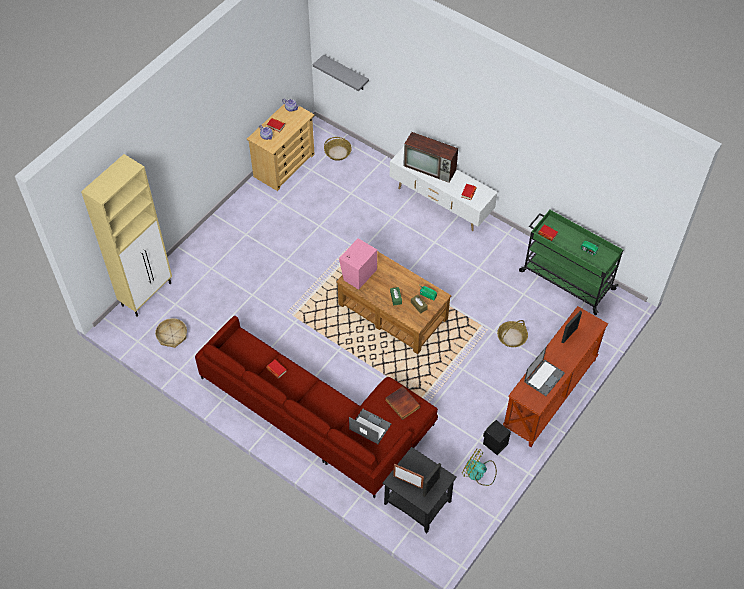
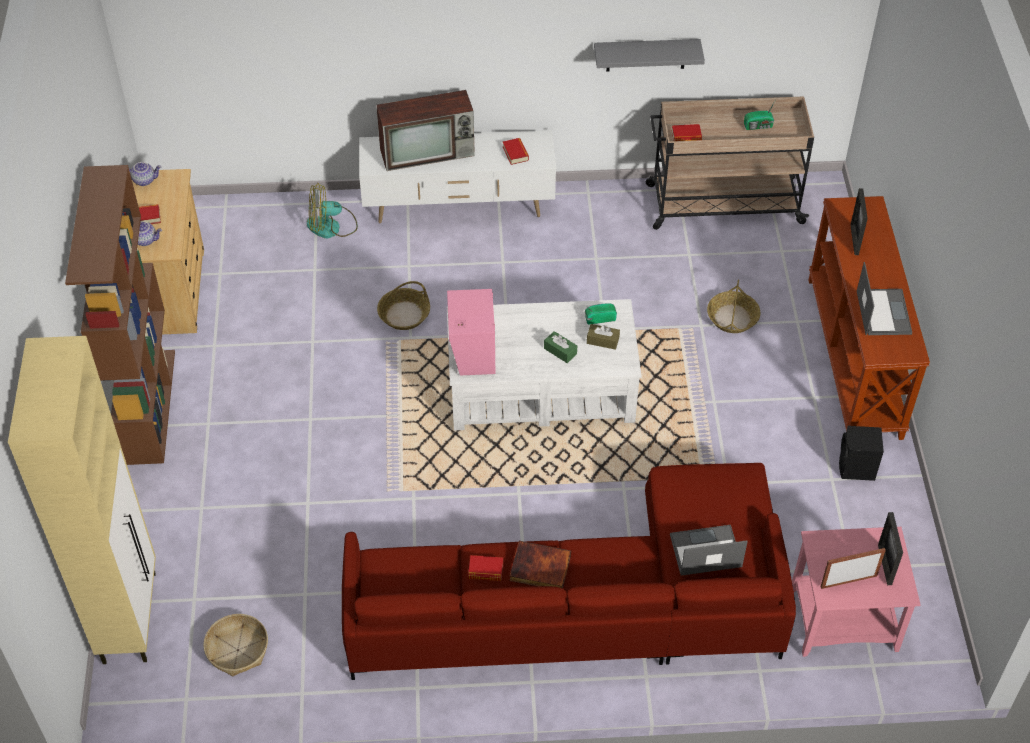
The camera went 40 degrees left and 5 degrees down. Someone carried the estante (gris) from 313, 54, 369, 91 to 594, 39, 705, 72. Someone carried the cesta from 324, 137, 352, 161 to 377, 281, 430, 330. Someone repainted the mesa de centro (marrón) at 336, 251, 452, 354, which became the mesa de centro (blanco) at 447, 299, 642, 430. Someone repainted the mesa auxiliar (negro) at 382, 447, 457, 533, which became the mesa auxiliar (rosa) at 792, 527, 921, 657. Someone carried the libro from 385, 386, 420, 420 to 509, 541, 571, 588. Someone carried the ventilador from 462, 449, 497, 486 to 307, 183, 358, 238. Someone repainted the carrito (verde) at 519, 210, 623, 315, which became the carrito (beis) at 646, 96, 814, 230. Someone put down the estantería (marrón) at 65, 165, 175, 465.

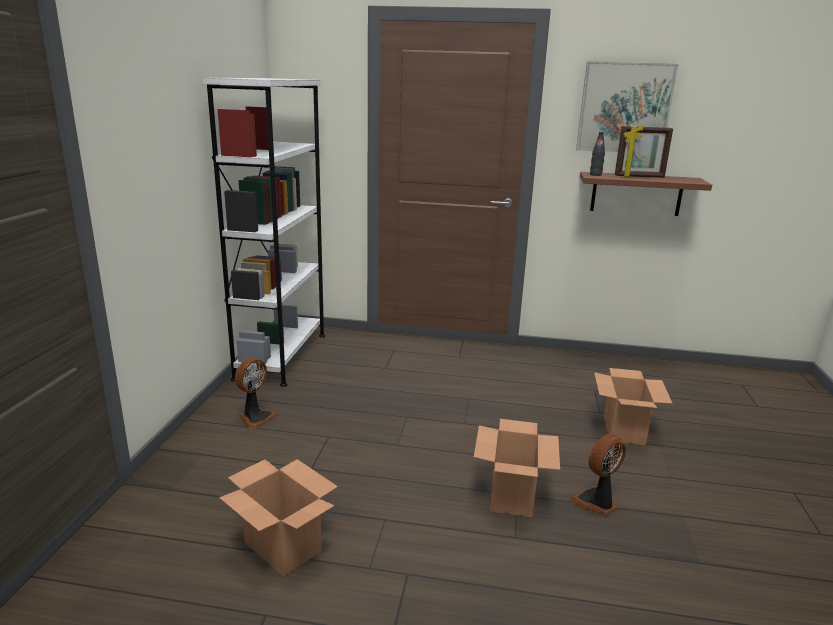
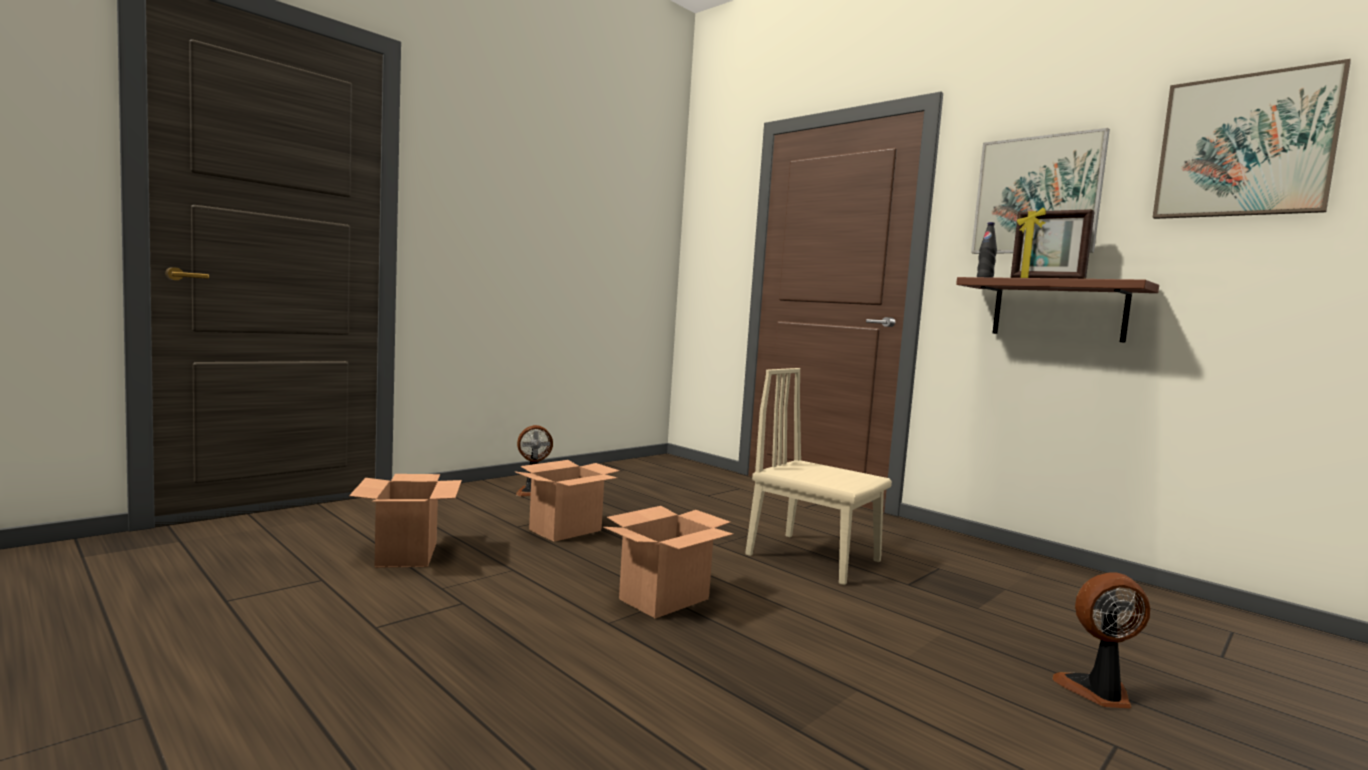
The camera went 35 degrees right and 15 degrees down. Someone took away the estantería (blanco) at 202, 78, 325, 387. Someone carried the ventilador from 571, 434, 626, 515 to 1053, 573, 1150, 708. Someone carried the caja de cartón from 594, 368, 673, 445 to 514, 460, 620, 542. Someone put down the silla (beis) at 745, 368, 892, 585. Someone put up the cuadro at 1153, 59, 1351, 219.

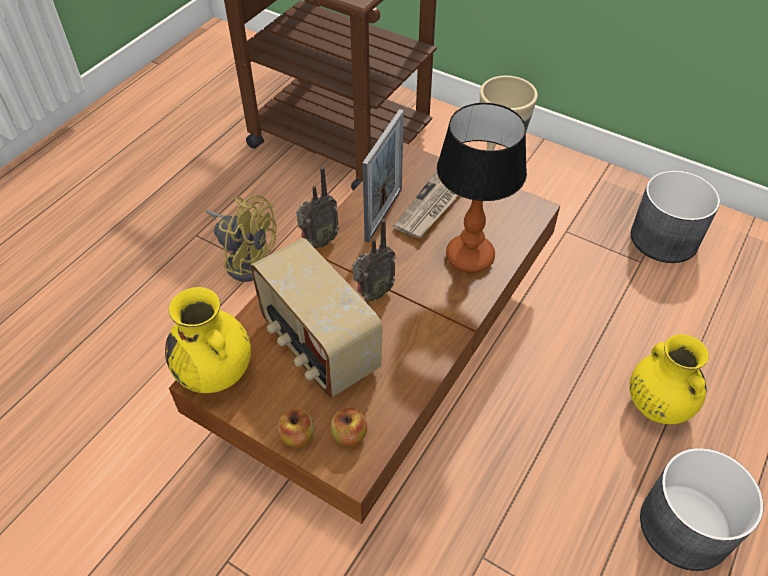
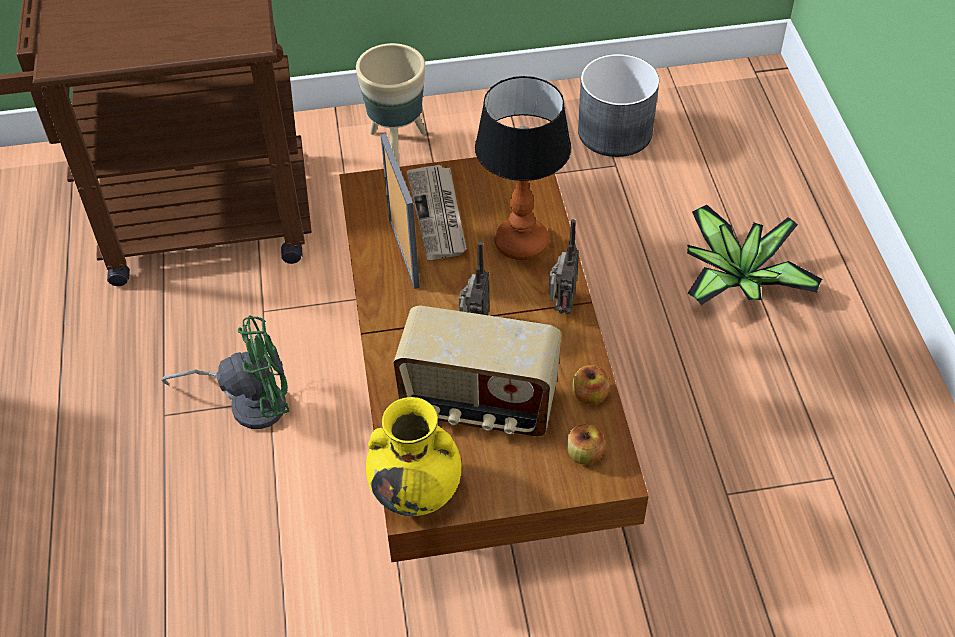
The camera went 40 degrees left and 0 degrees up. Someone repainted the ventilador (amarillo) at 206, 195, 277, 282, which became the ventilador (verde) at 161, 316, 290, 429. Someone carried the manzana from 278, 408, 315, 448 to 573, 365, 610, 405. Someone carried the radio from 296, 166, 339, 248 to 549, 219, 579, 315. Someone swapped the florero (amarillo) at 629, 334, 709, 424 for the planta en maceta at 687, 205, 822, 305. Someone took away the maceta (gris) at 640, 448, 764, 571.

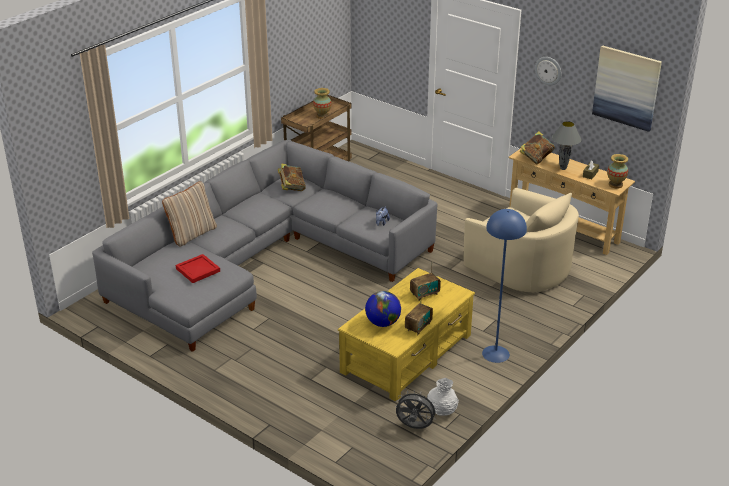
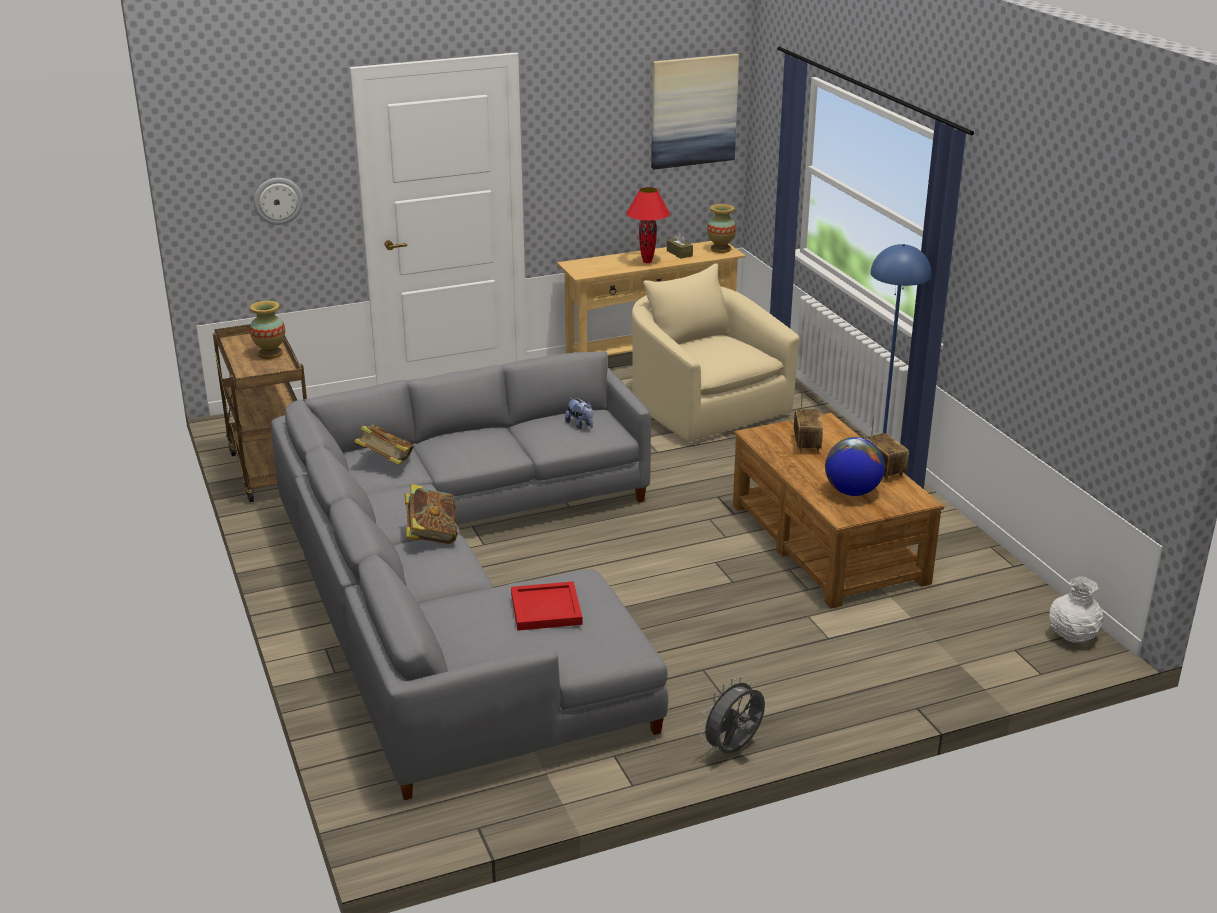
The camera went 60 degrees left and 5 degrees down. Someone took away the cojín (beis) at 162, 181, 217, 247. Someone repainted the mesa de centro (amarillo) at 338, 268, 475, 401, which became the mesa de centro (marrón) at 733, 413, 944, 609. Someone carried the ventilador (gris) from 396, 390, 438, 429 to 699, 677, 765, 754. Someone carried the florero (blanco) from 428, 378, 459, 416 to 1049, 576, 1103, 643. Someone rotated the sillón (beis) at 463, 188, 579, 292 by 105 degrees counterclockwise. Someone carried the libro from 520, 131, 555, 164 to 405, 484, 457, 544. Someone carried the reloj de pared from 535, 57, 561, 85 to 254, 178, 303, 225. Someone repainted the lámpara de mesa (gris) at 552, 121, 582, 170, which became the lámpara de mesa (rojo) at 626, 187, 670, 263.

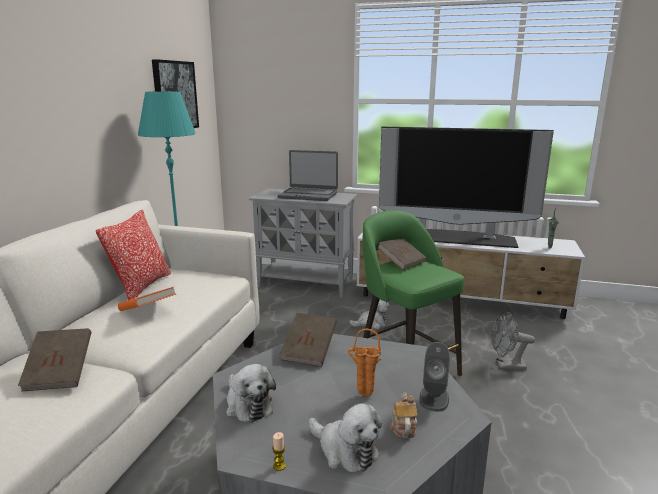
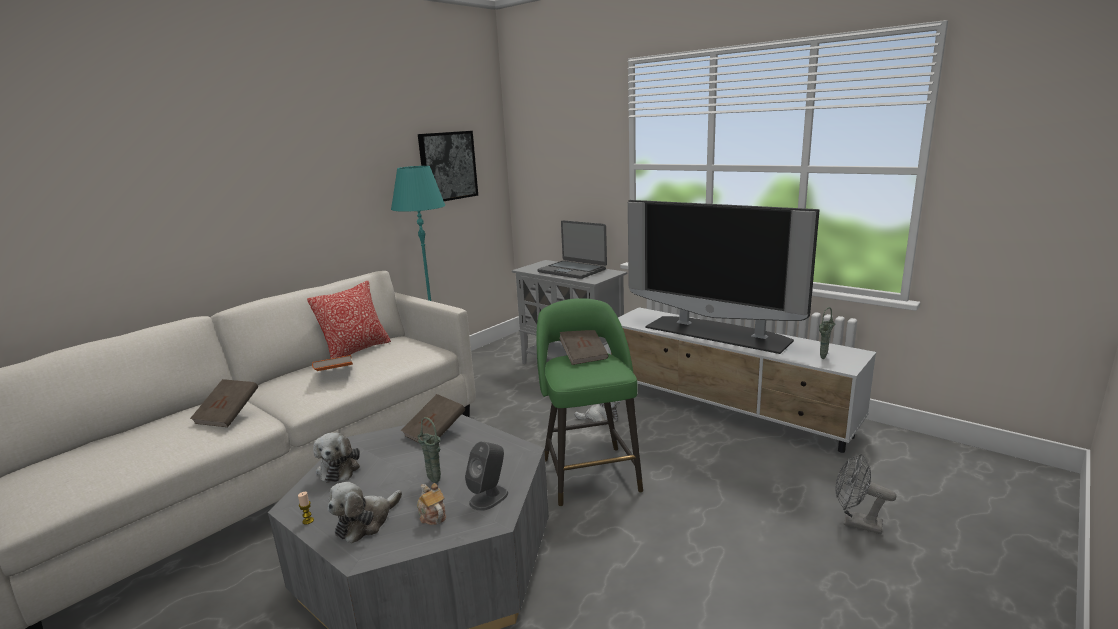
The camera went 25 degrees right and 0 degrees up. Someone rotated the peluche at 309, 403, 382, 473 by 60 degrees clockwise. Someone repainted the florero (naranja) at 348, 329, 381, 397, which became the florero (verde) at 418, 417, 441, 483. Someone rotated the tetera at 390, 392, 417, 438 by 60 degrees counterclockwise. Someone carried the ventilador (gris) from 491, 312, 535, 370 to 835, 454, 896, 534.

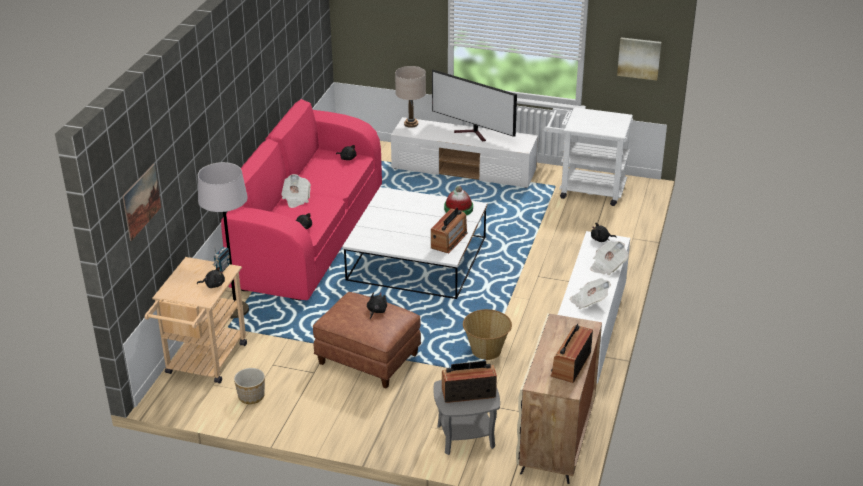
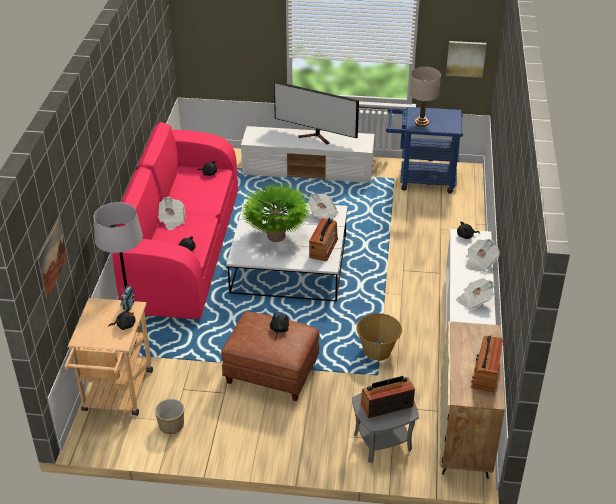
The camera went 10 degrees left and 5 degrees up. Someone carried the lámpara de mesa (beis) from 395, 66, 426, 128 to 409, 67, 441, 127. Someone swapped the sombrero at 444, 186, 473, 215 for the periódico at 308, 193, 338, 219. Someone repainted the carrito (blanco) at 544, 107, 633, 206, which became the carrito (azul) at 386, 107, 463, 194. Someone put down the planta en maceta at 241, 182, 309, 242.

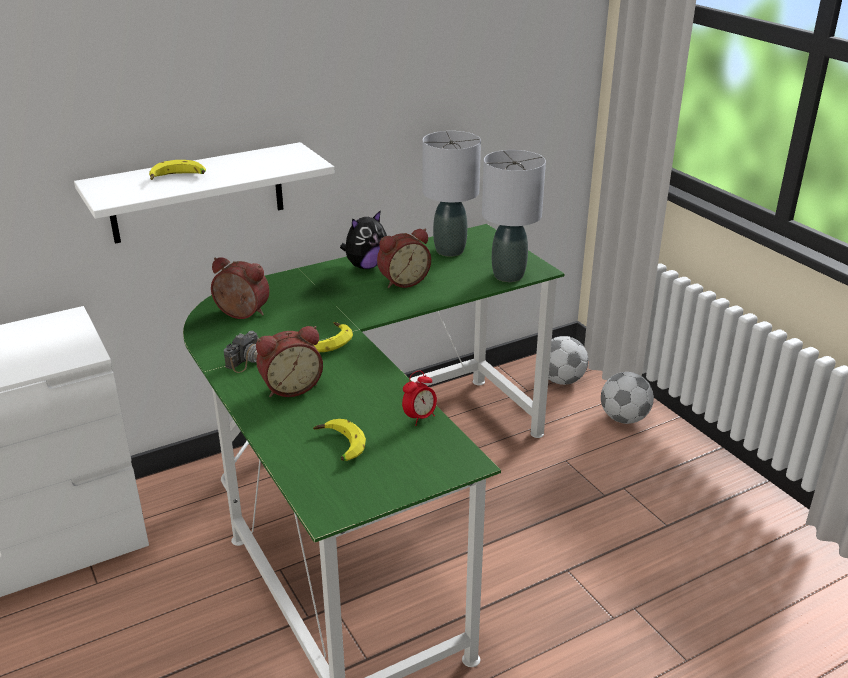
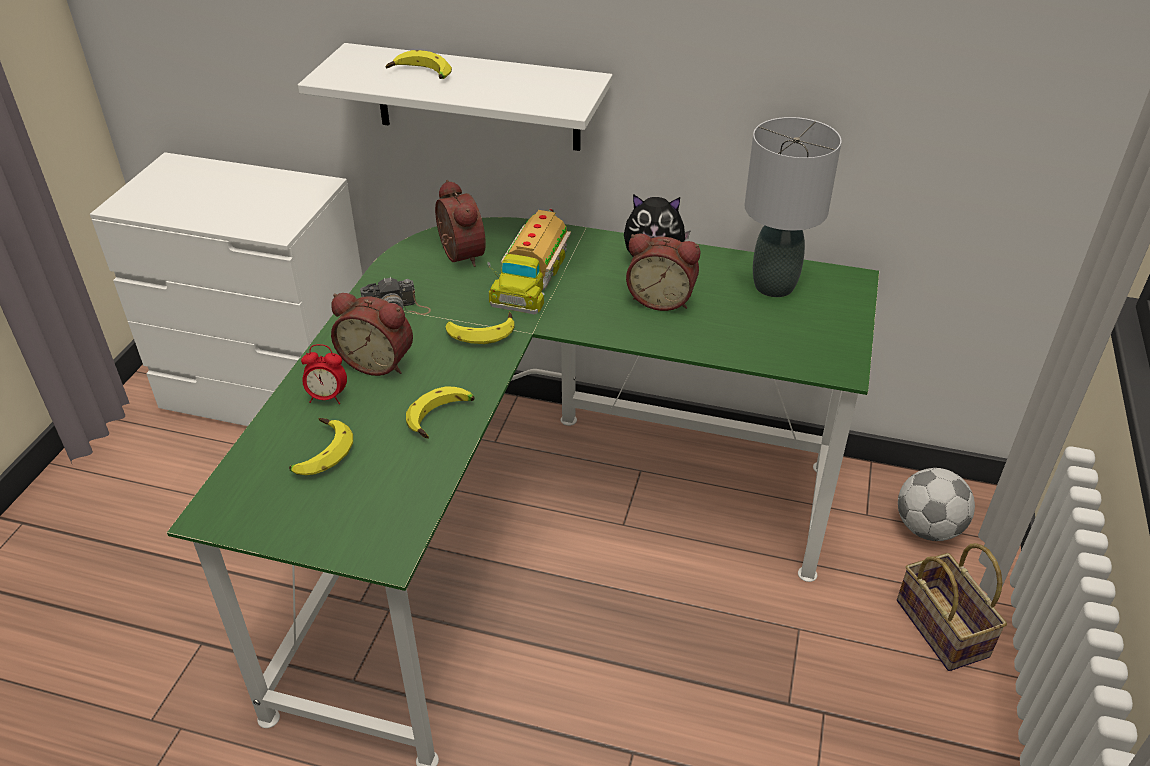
The camera went 45 degrees right and 10 degrees up. Someone carried the despertador from 402, 370, 437, 426 to 301, 344, 347, 404. Someone took away the lámpara de mesa (gris) at 482, 150, 546, 282. Someone swapped the balón de fútbol at 601, 372, 654, 424 for the cesta at 897, 543, 1007, 671. Someone put down the plátano at 406, 386, 475, 439. Someone put down the camión de juguete at 487, 208, 571, 314.

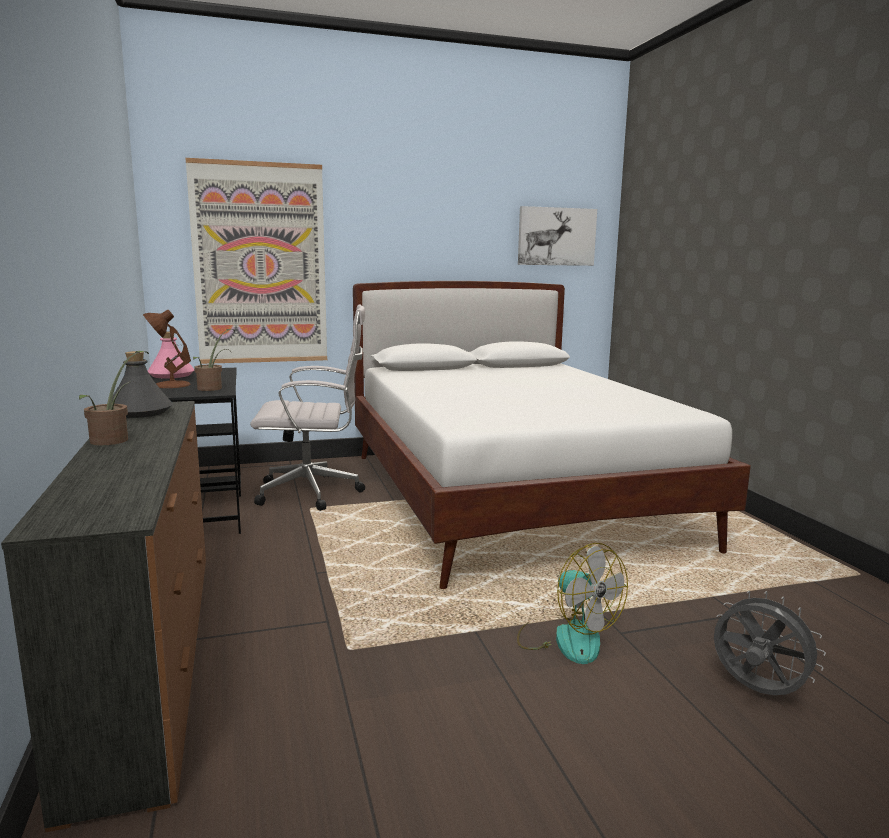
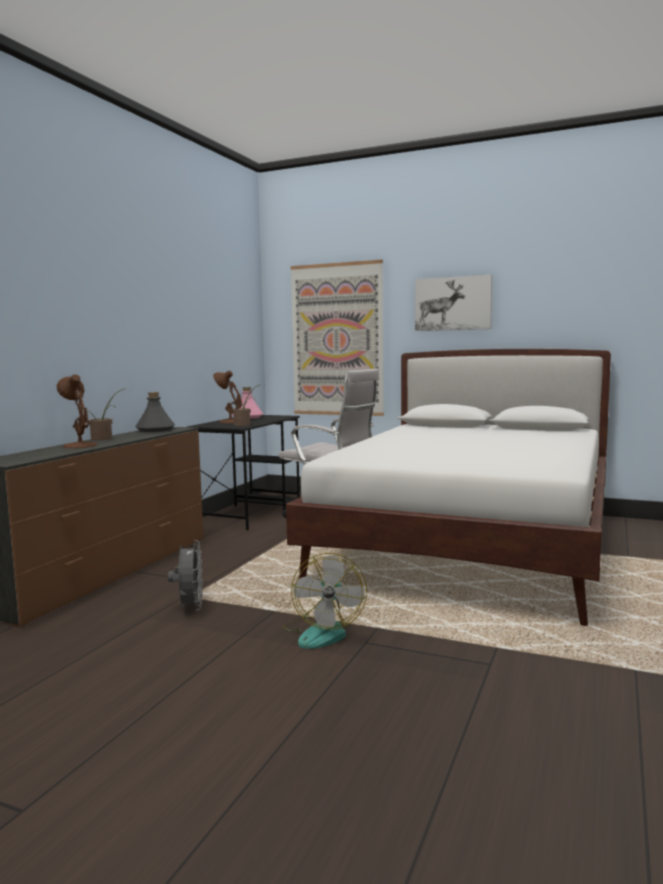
The camera went 40 degrees right and 5 degrees down. Someone carried the cuadro from 518, 206, 597, 266 to 415, 275, 492, 331. Someone carried the ventilador (gris) from 714, 591, 826, 695 to 168, 540, 203, 611. Someone put down the lámpara de mesa (marrón) at 57, 374, 97, 448.

